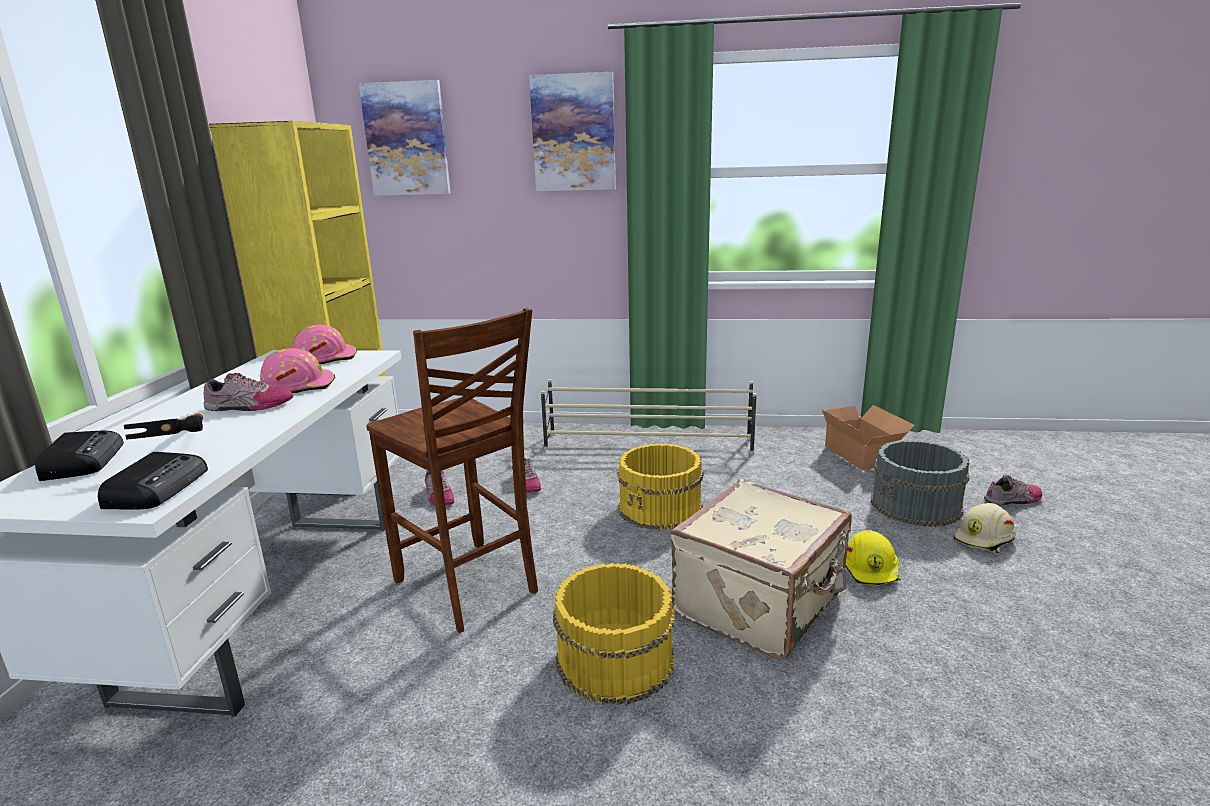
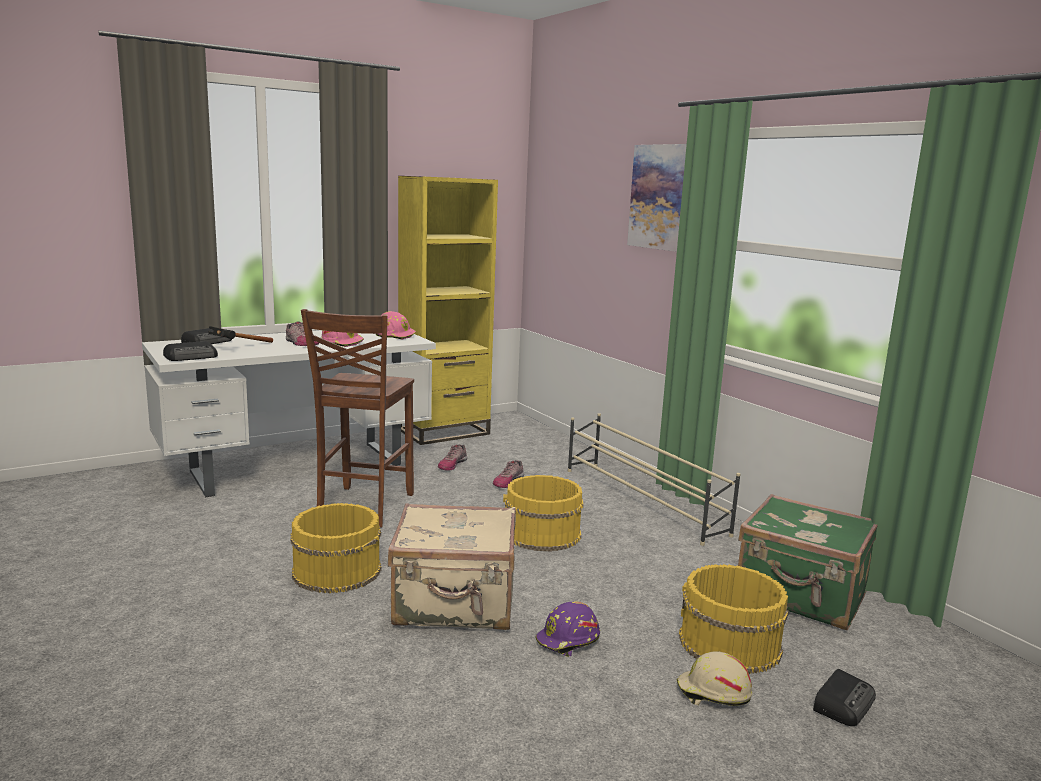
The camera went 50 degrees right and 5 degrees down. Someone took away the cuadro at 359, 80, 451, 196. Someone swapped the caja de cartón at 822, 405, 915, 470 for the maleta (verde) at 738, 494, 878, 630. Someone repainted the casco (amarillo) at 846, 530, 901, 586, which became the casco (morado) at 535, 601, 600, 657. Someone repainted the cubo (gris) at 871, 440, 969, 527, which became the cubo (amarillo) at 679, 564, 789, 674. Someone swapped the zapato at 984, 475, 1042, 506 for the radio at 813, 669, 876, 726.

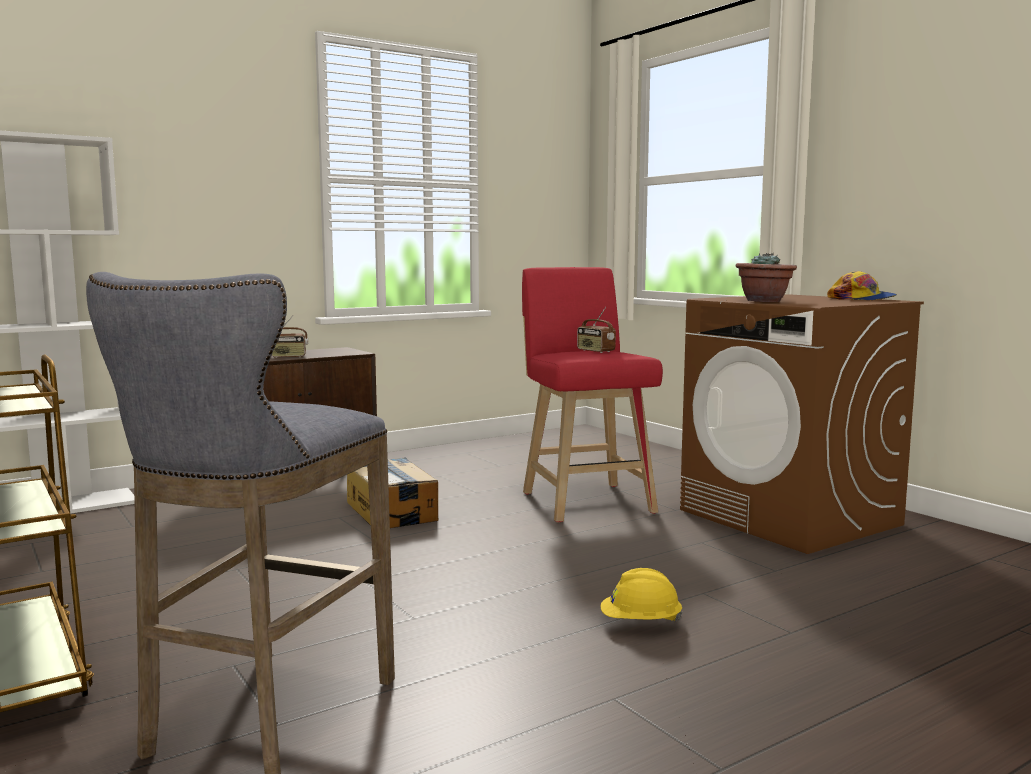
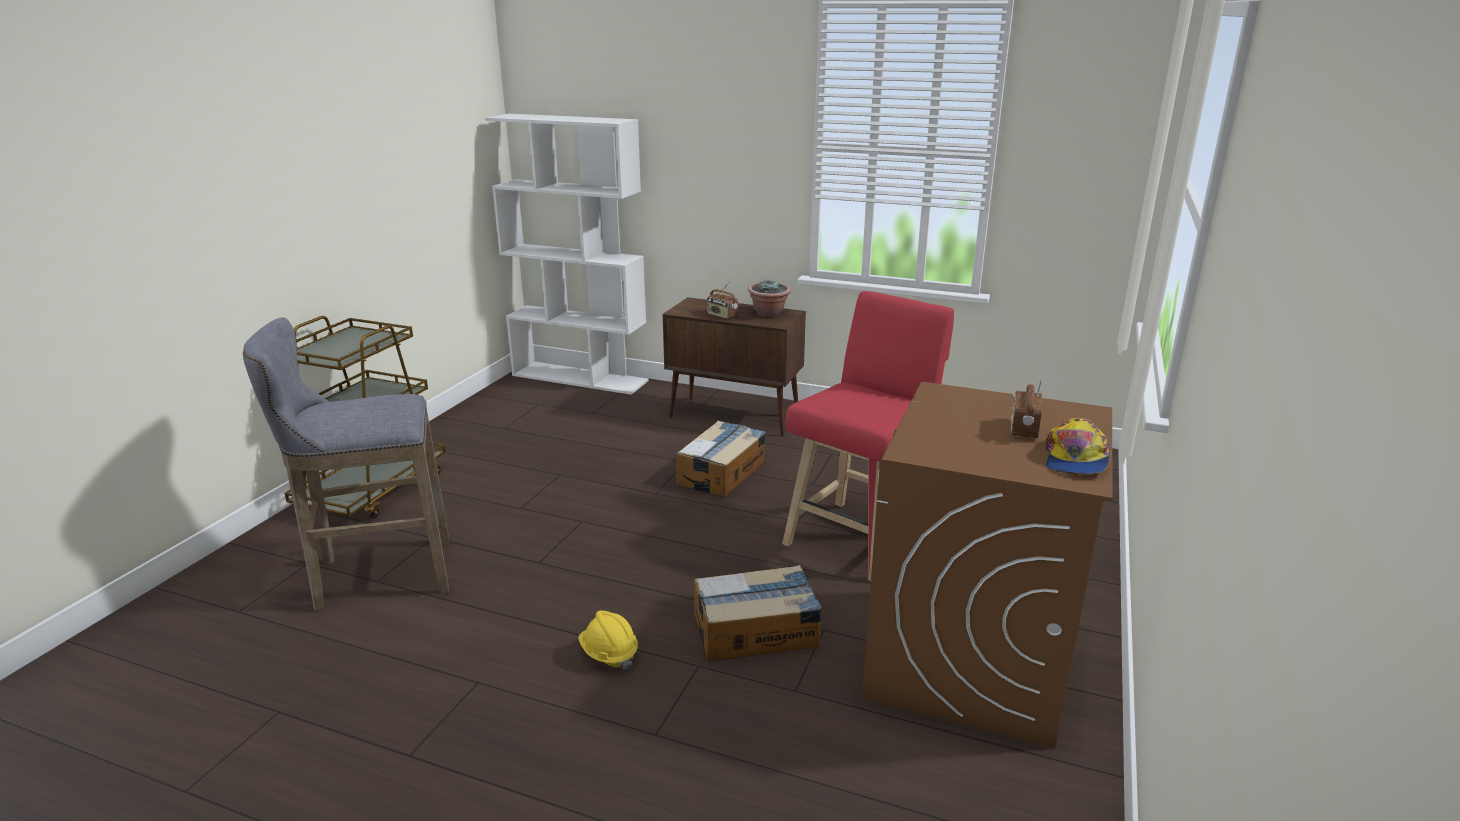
The camera went 55 degrees right and 15 degrees up. Someone carried the radio from 577, 307, 616, 353 to 1011, 378, 1042, 438. Someone carried the planta en maceta from 736, 253, 797, 302 to 748, 279, 791, 317. Someone put down the caja de cartón at 694, 565, 822, 661.

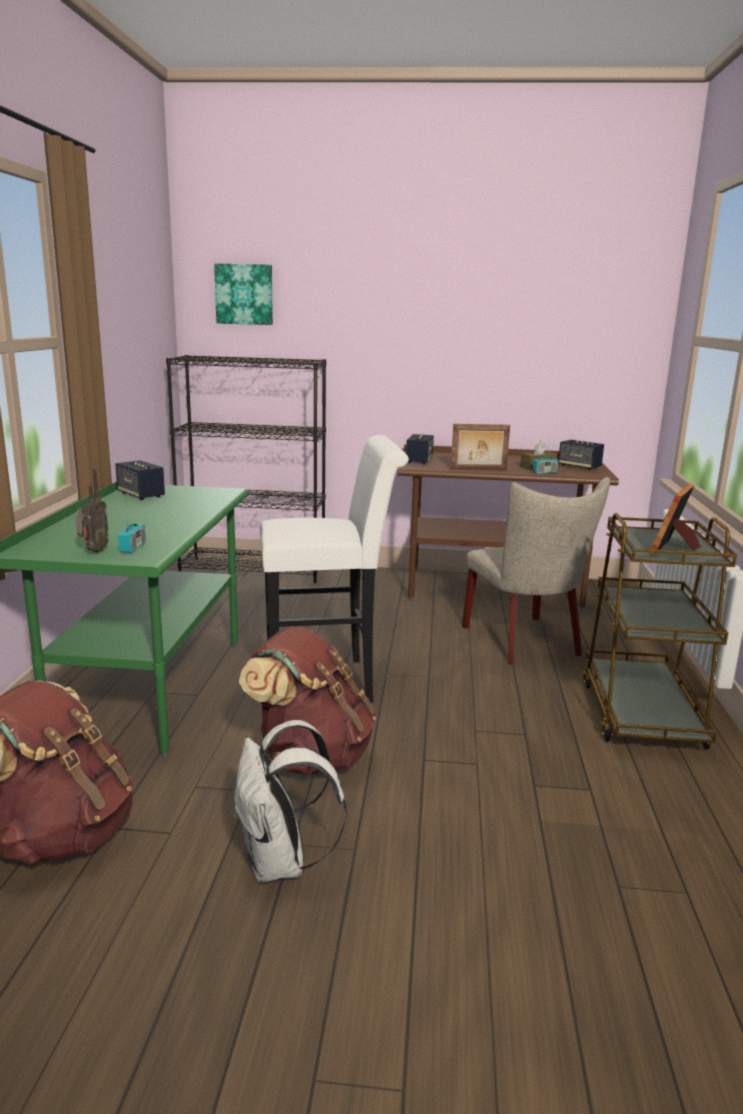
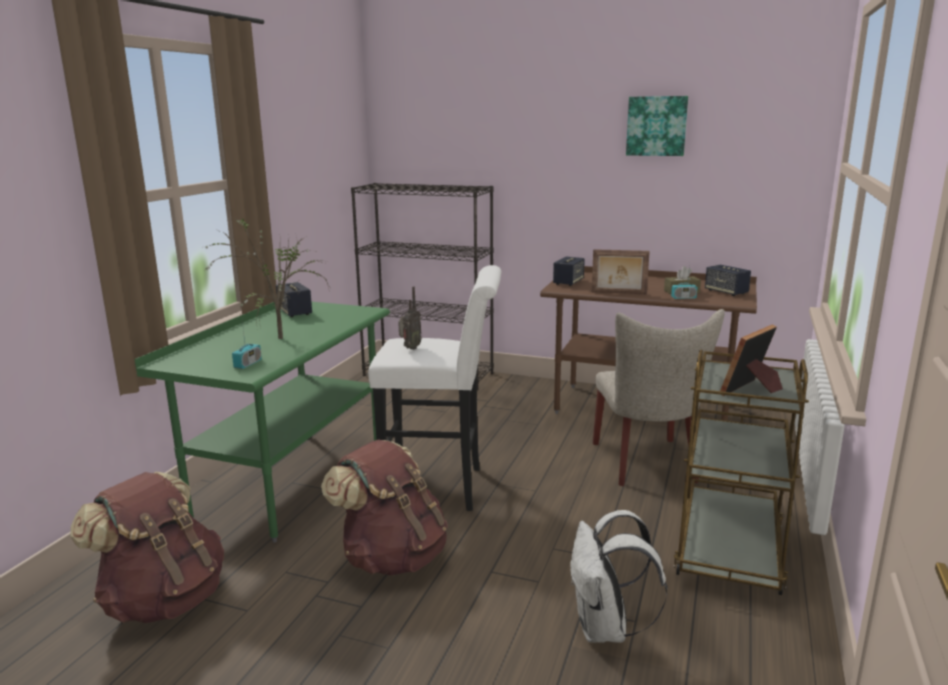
The camera went 15 degrees right and 0 degrees up. Someone carried the radio from 75, 468, 109, 553 to 398, 286, 422, 350. Someone carried the cuadro from 214, 263, 273, 325 to 626, 96, 688, 156. Someone carried the mochila (blanco) from 234, 720, 347, 882 to 571, 510, 668, 643. Someone put down the planta en maceta at 203, 214, 330, 339.

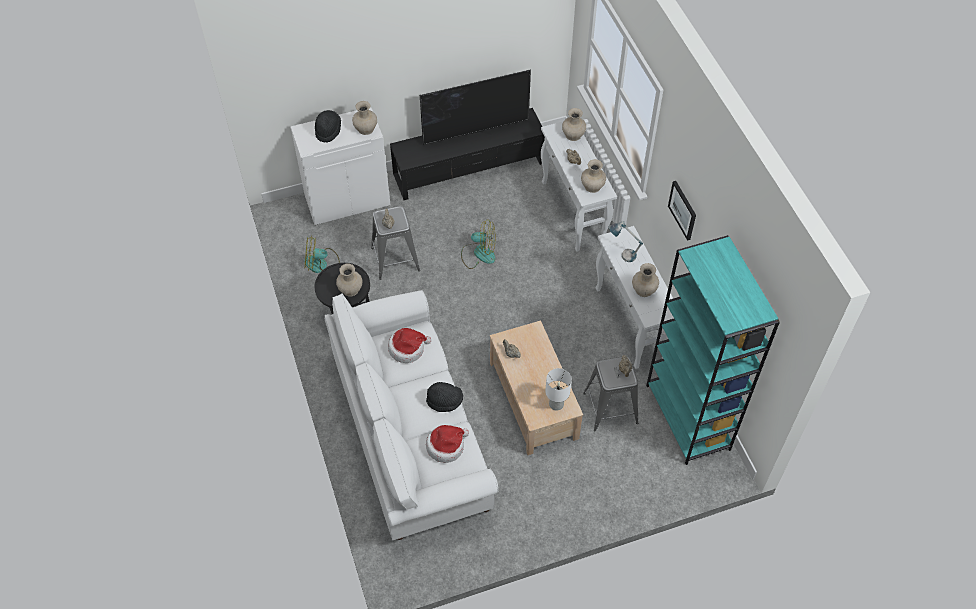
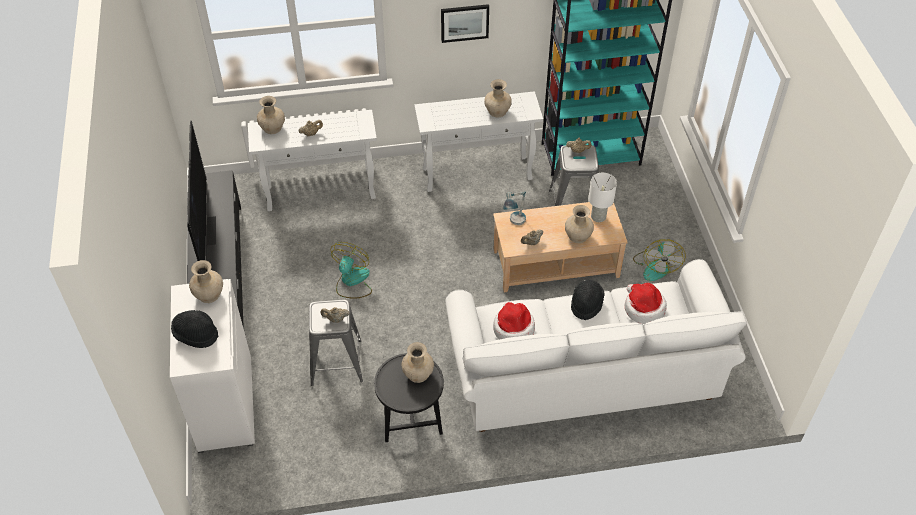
The camera went 80 degrees left and 5 degrees down. Someone carried the ventilador from 304, 235, 340, 273 to 633, 239, 686, 281. Someone carried the florero (beis) from 581, 159, 606, 193 to 565, 205, 594, 243. Someone carried the lámpara de mesa from 608, 221, 643, 262 to 503, 192, 526, 225.

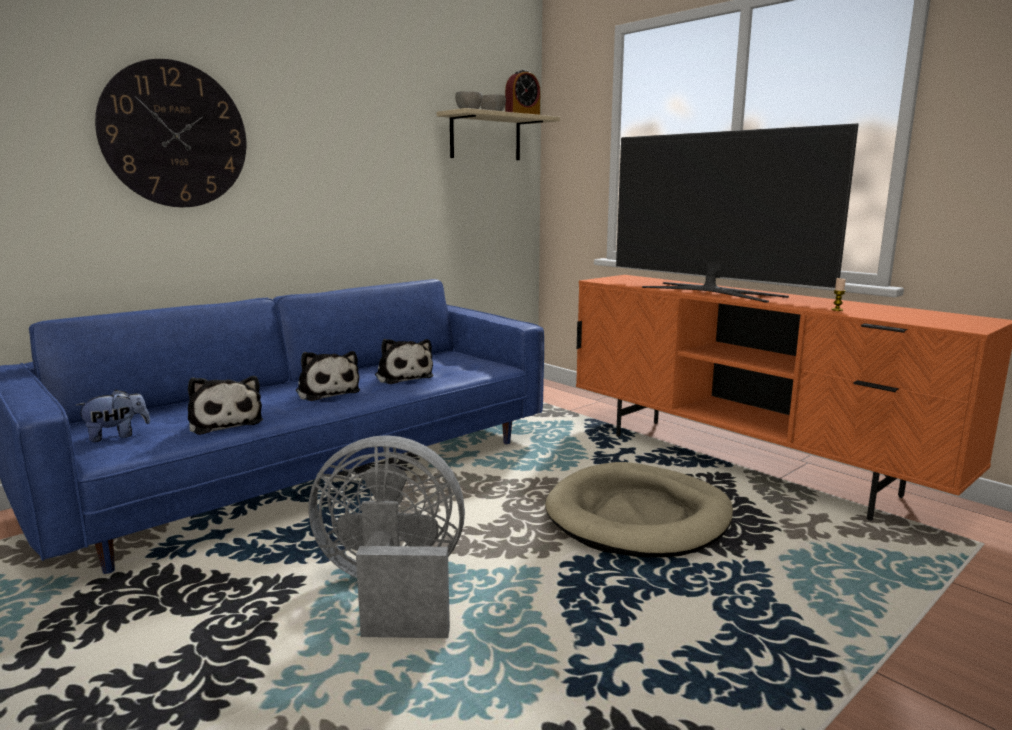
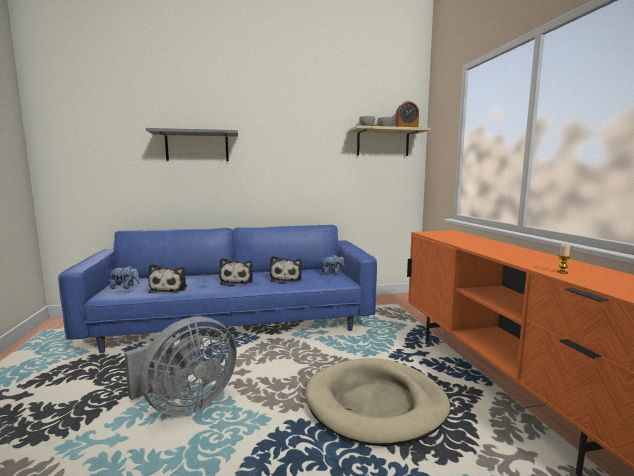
The camera went 30 degrees right and 5 degrees down. Someone swapped the reloj de pared at 95, 59, 246, 207 for the estante (gris) at 146, 128, 238, 161. Someone rotated the ventilador (gris) at 308, 435, 465, 638 by 105 degrees clockwise. Someone took away the televisor at 616, 123, 859, 303. Someone put down the peluche at 321, 254, 345, 275.

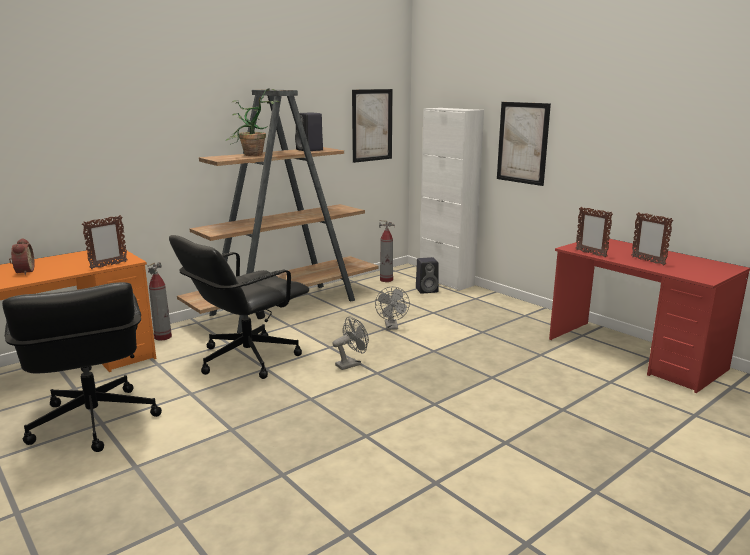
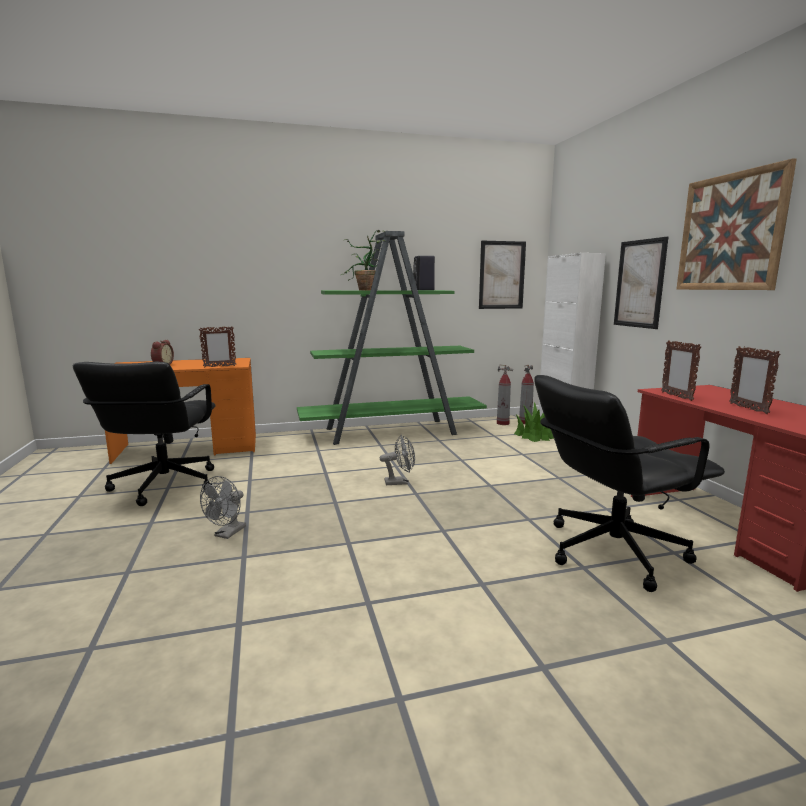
The camera went 25 degrees right and 5 degrees down. Someone carried the extintor from 148, 262, 172, 341 to 519, 365, 534, 424. Someone carried the silla de oficina (negro) from 169, 235, 309, 379 to 535, 375, 725, 592. Someone repainted the estantería (marrón) at 177, 90, 379, 333, which became the estantería (verde) at 297, 231, 487, 445. Someone carried the ventilador (gris) from 375, 287, 410, 330 to 200, 476, 246, 539. Someone swapped the altavoz (negro) at 416, 257, 439, 294 for the planta en maceta at 514, 402, 554, 442. Someone put up the cuadro at 676, 158, 797, 290.

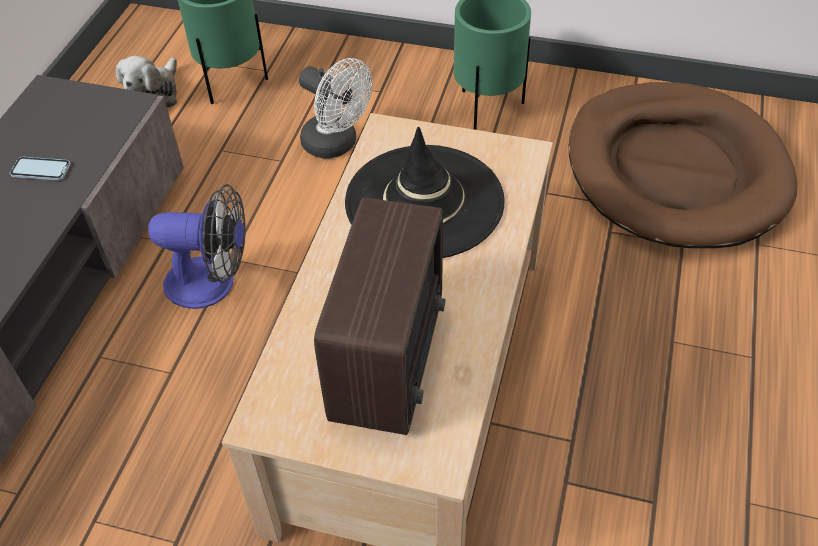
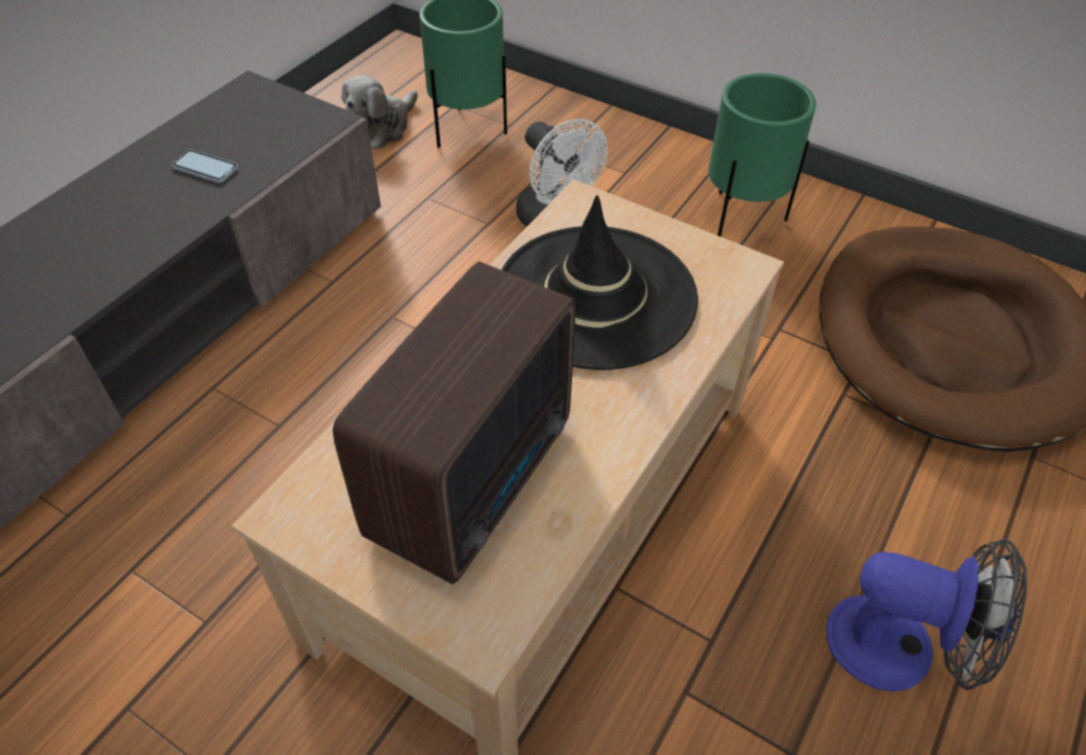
The camera went 15 degrees right and 0 degrees up. Someone carried the ventilador from 148, 184, 246, 309 to 826, 539, 1027, 692.

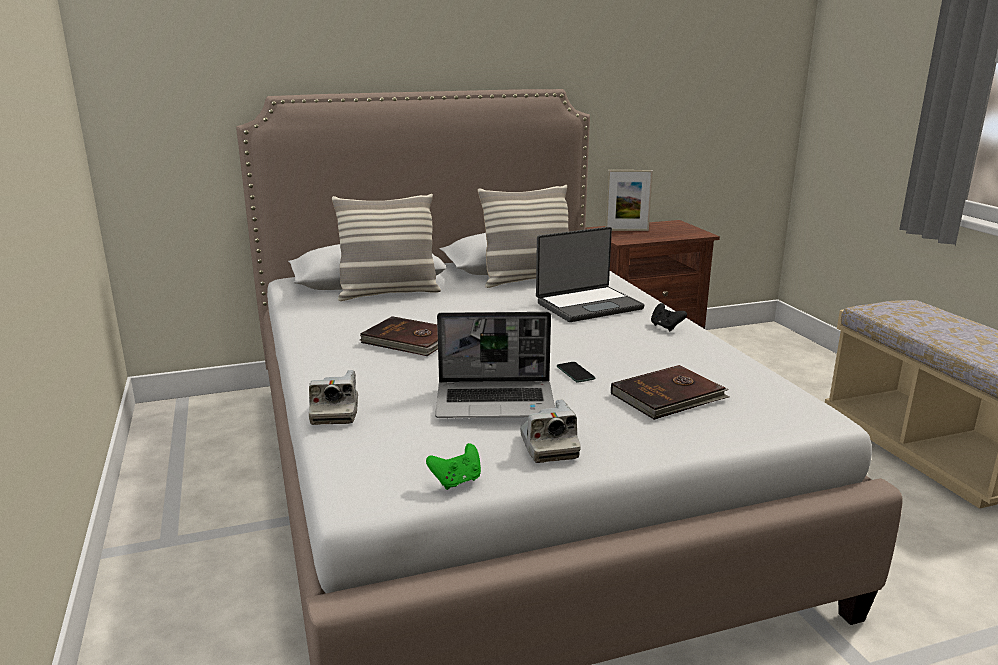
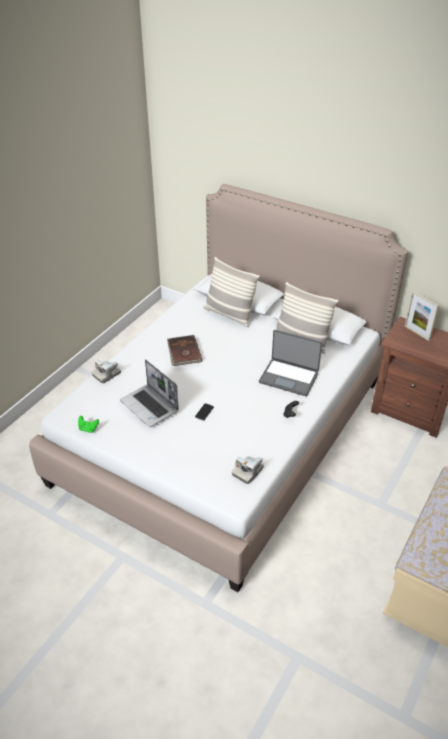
The camera went 50 degrees right and 20 degrees up. Someone carried the cámara from 520, 399, 581, 463 to 232, 456, 264, 484. Someone took away the libro (marrón) at 611, 365, 730, 420.

